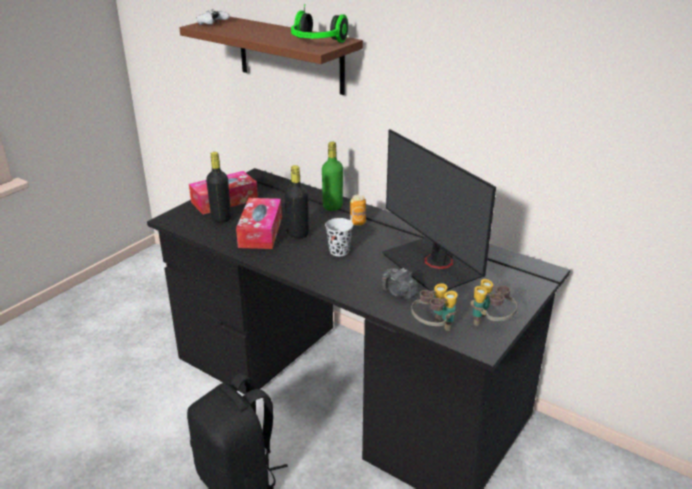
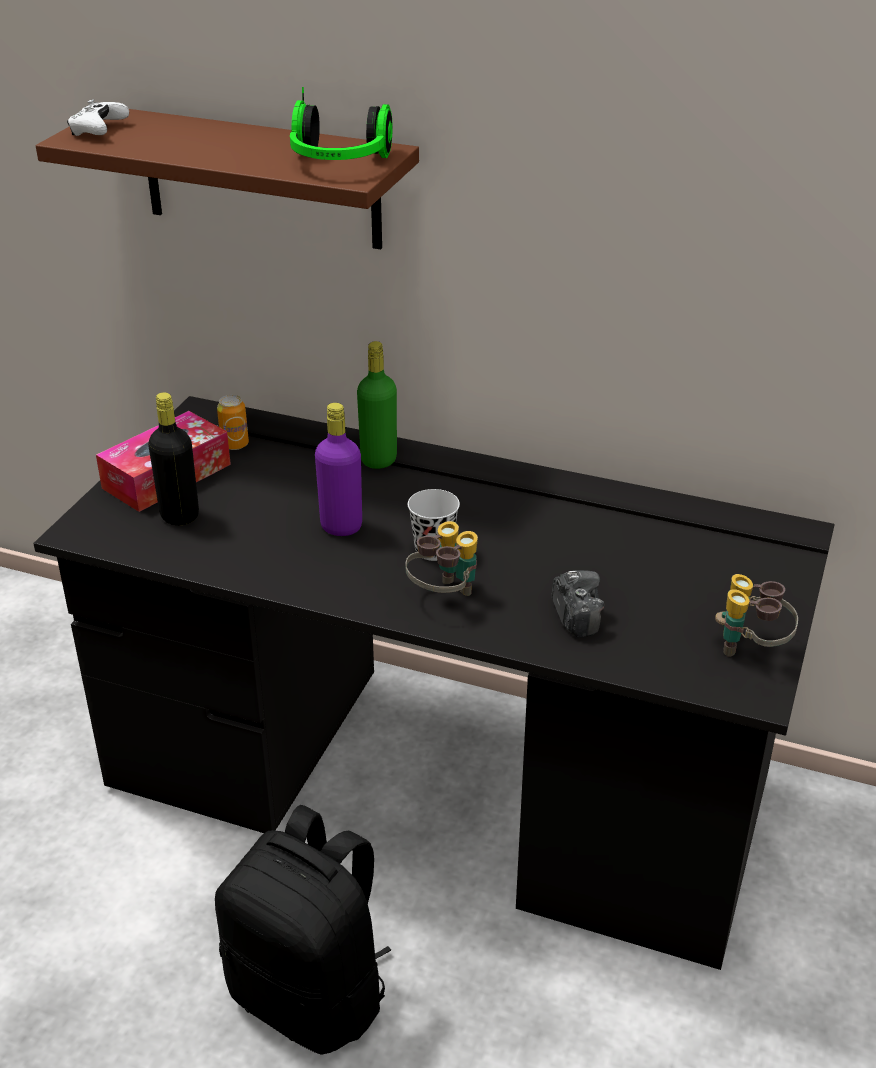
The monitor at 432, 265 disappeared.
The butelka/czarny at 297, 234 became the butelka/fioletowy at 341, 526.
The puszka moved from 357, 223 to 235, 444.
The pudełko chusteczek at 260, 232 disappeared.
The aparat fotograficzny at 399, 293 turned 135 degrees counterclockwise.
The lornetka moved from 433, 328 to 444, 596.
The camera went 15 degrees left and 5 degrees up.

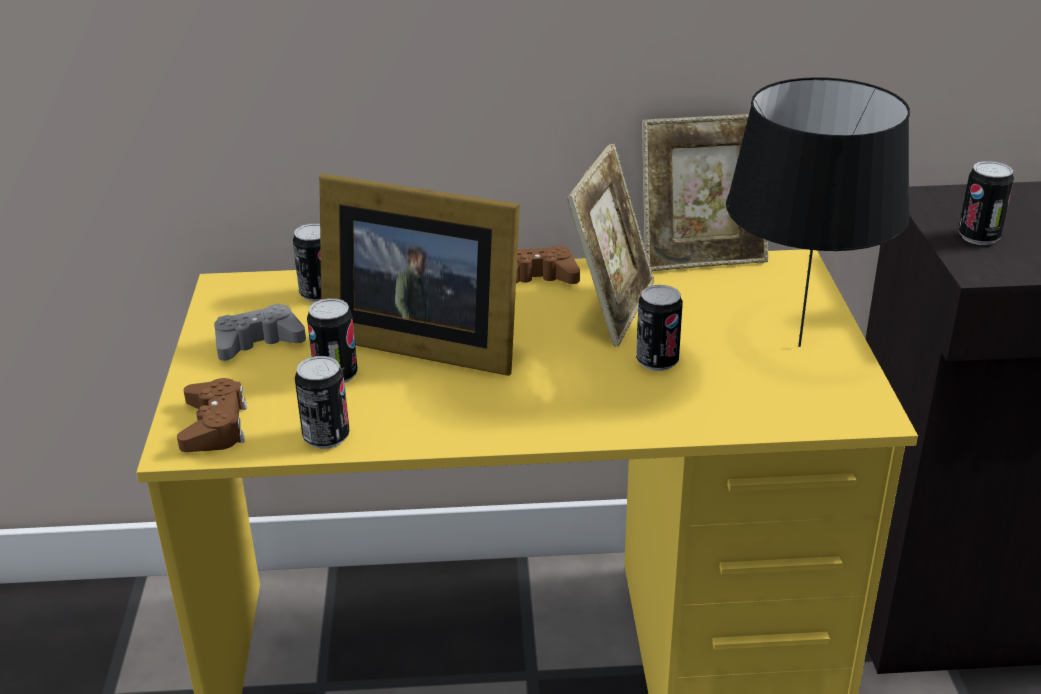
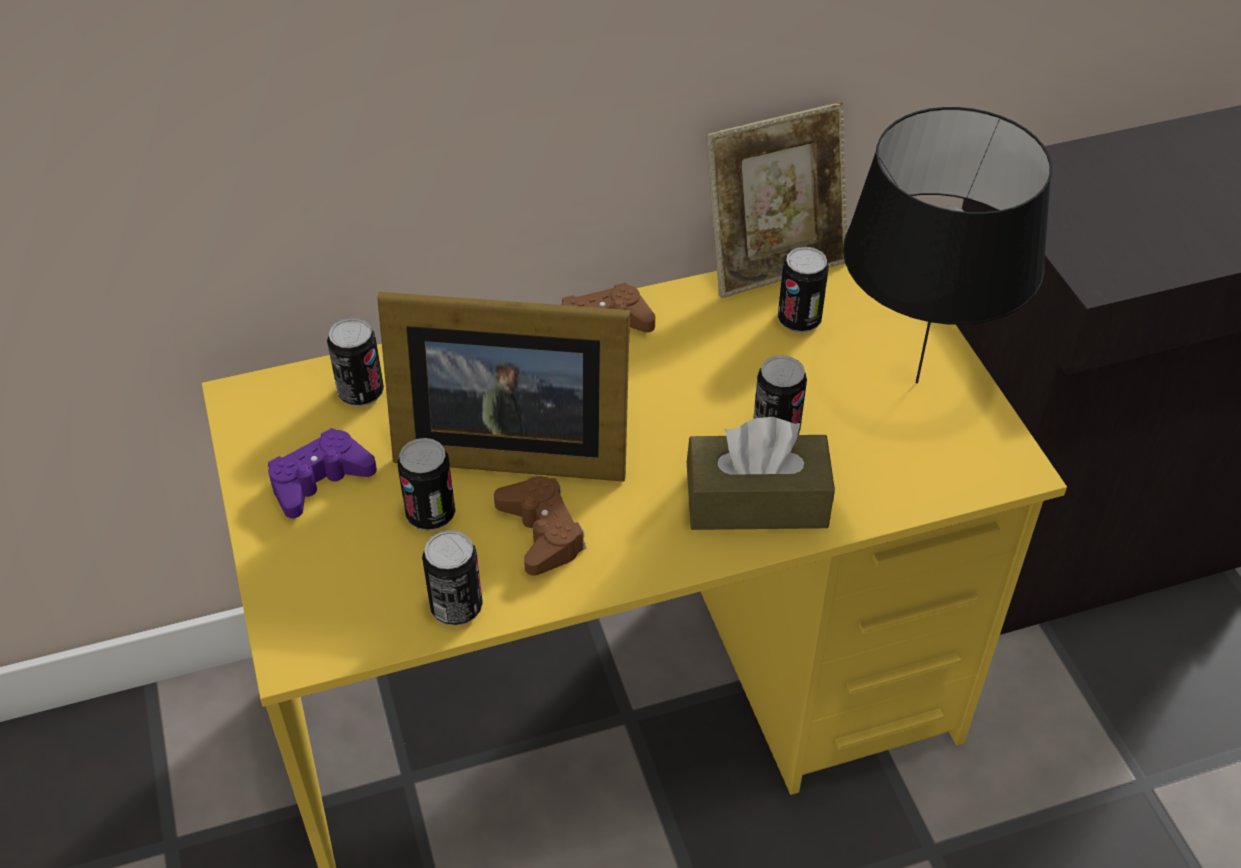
The ramka na zdjęcie at 611, 309 disappeared.
The puszka moved from 979, 237 to 799, 320.
The pad do gier/szary at 258, 342 became the pad do gier/fioletowy at 319, 480.
The pad do gier/brązowy moved from 214, 426 to 541, 532.
The pudełko chusteczek/brązowy at 756, 501 appeared.
The camera went 15 degrees left and 15 degrees up.

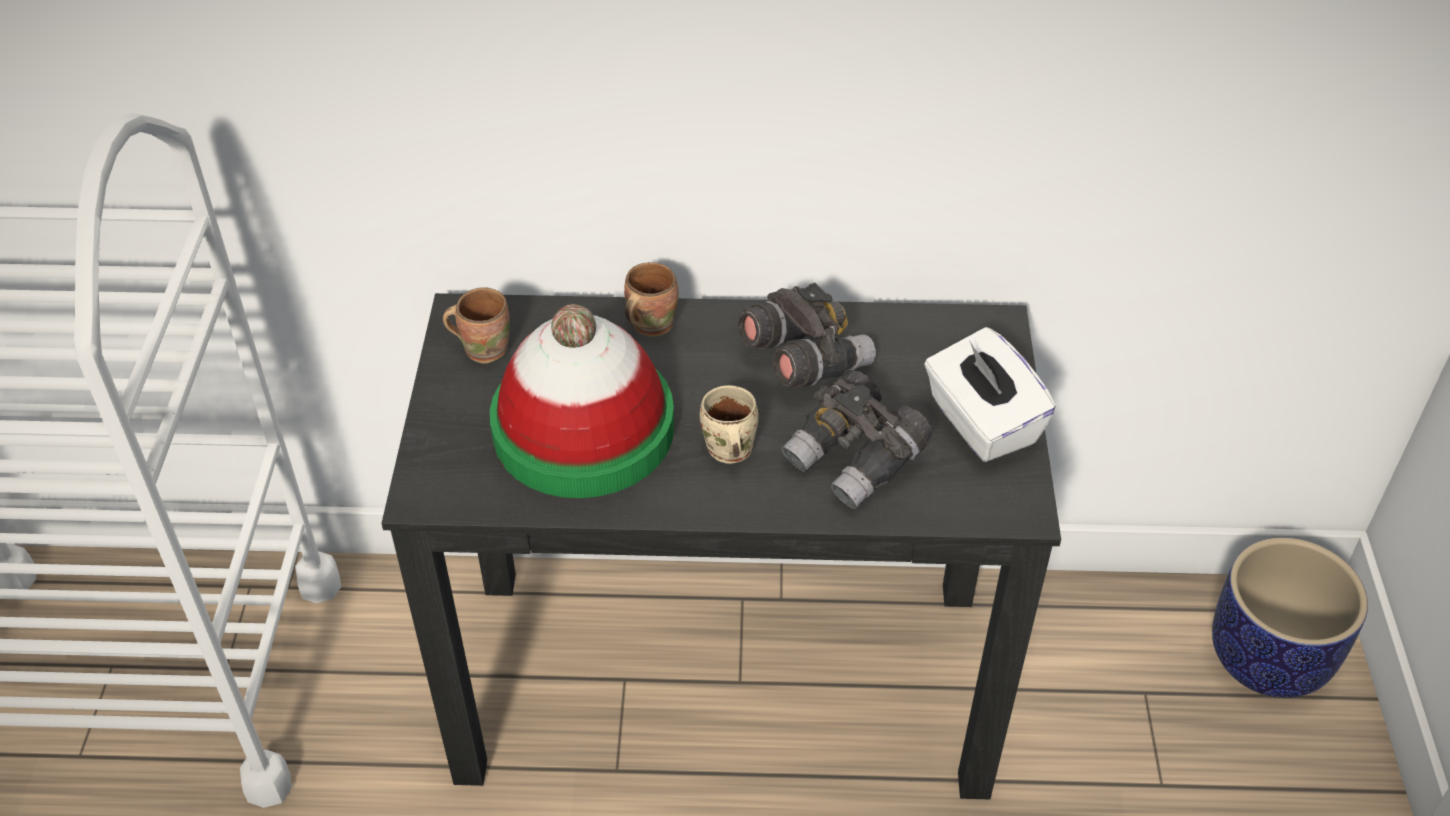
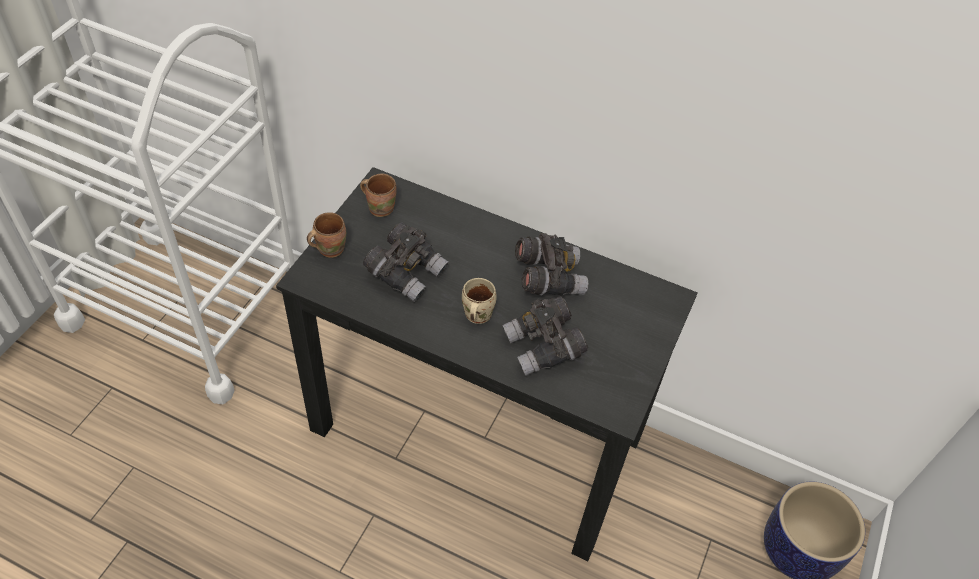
The kubek/brązowy moved from 648, 324 to 329, 248.
The kapelusz at 583, 428 was replaced by the lornetka/szary at 406, 272.
The pudełko chusteczek/biały at 981, 423 disappeared.
The camera went 20 degrees right and 5 degrees up.

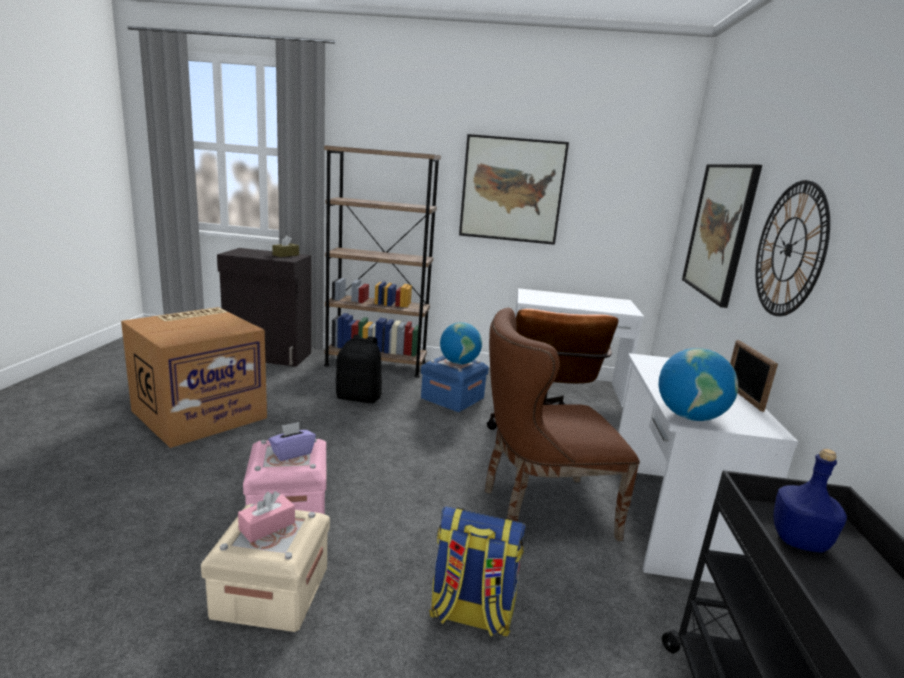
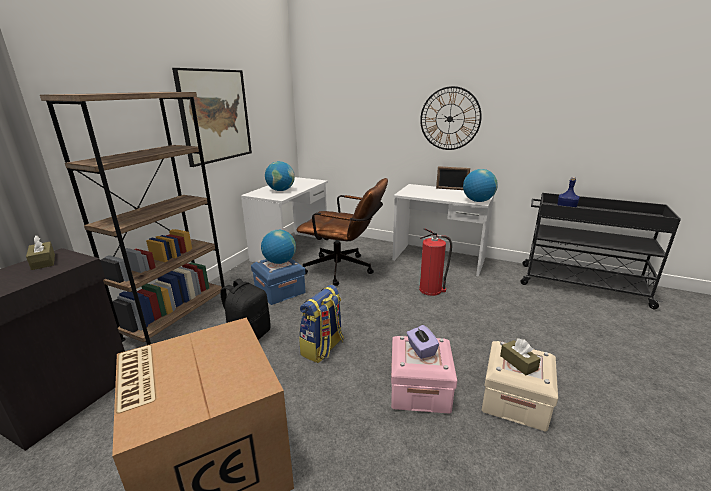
The obraz at 719, 231 disappeared.
The krzesło/brązowy at 538, 511 was replaced by the gaśnica at 431, 290.
The pudełko chusteczek/różowy at 267, 526 became the pudełko chusteczek/brązowy at 518, 362.
The plecak moved from 470, 614 to 323, 348.
The globus at 281, 190 appeared.
The camera went 70 degrees left and 5 degrees up.

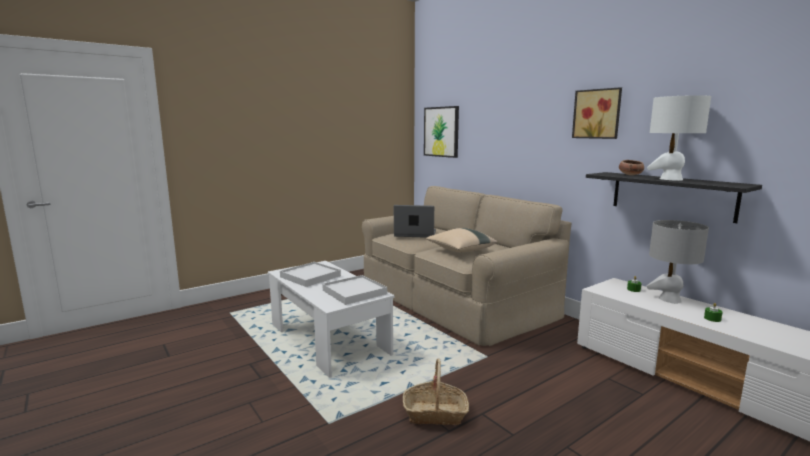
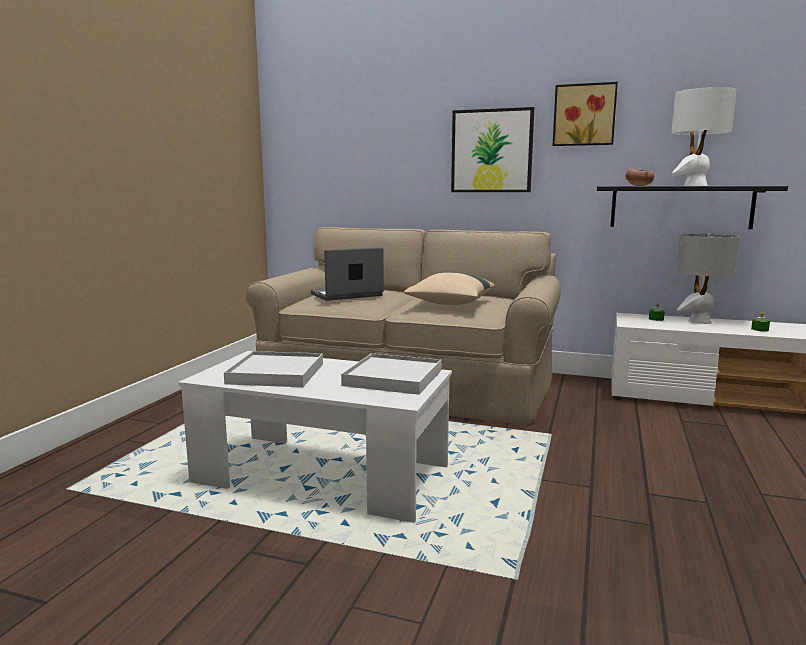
The obraz moved from 441, 132 to 491, 151.
The koszyk at 435, 413 disappeared.
The camera went 35 degrees left and 0 degrees up.

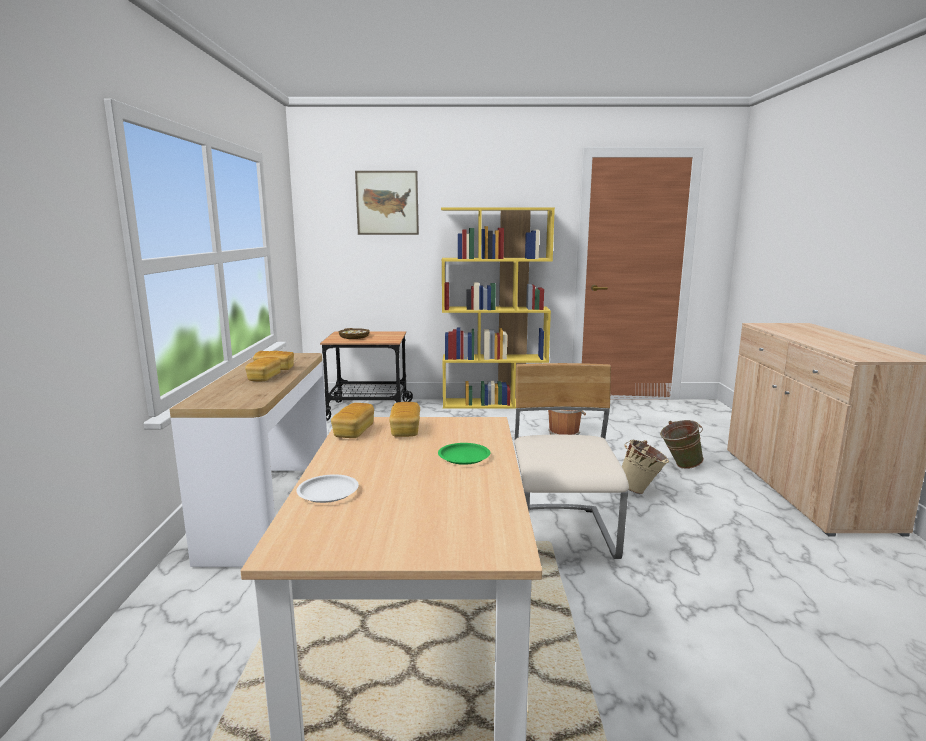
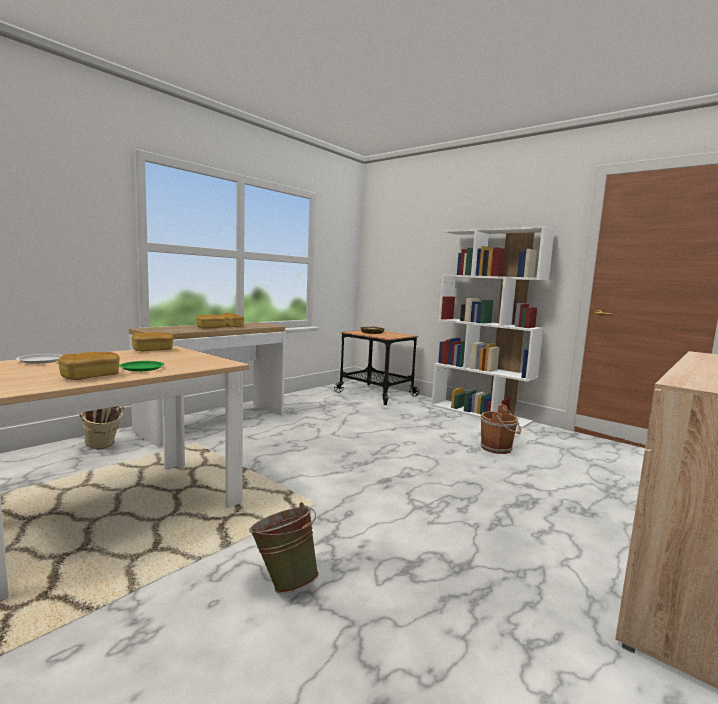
The obraz at 387, 203 disappeared.
The regał/żółty at 494, 404 became the regał/biały at 480, 413.
The krzesło/beżowy at 563, 535 disappeared.
The chleb moved from 405, 430 to 90, 377.
The wiadro/zielony moved from 679, 466 to 284, 581.
The wiadro/beżowy moved from 641, 491 to 102, 448.
The camera went 40 degrees right and 5 degrees down.

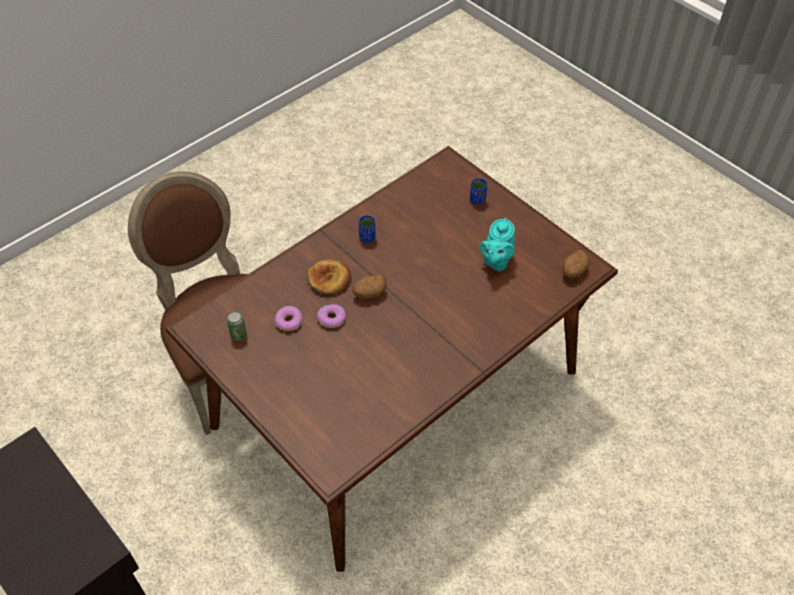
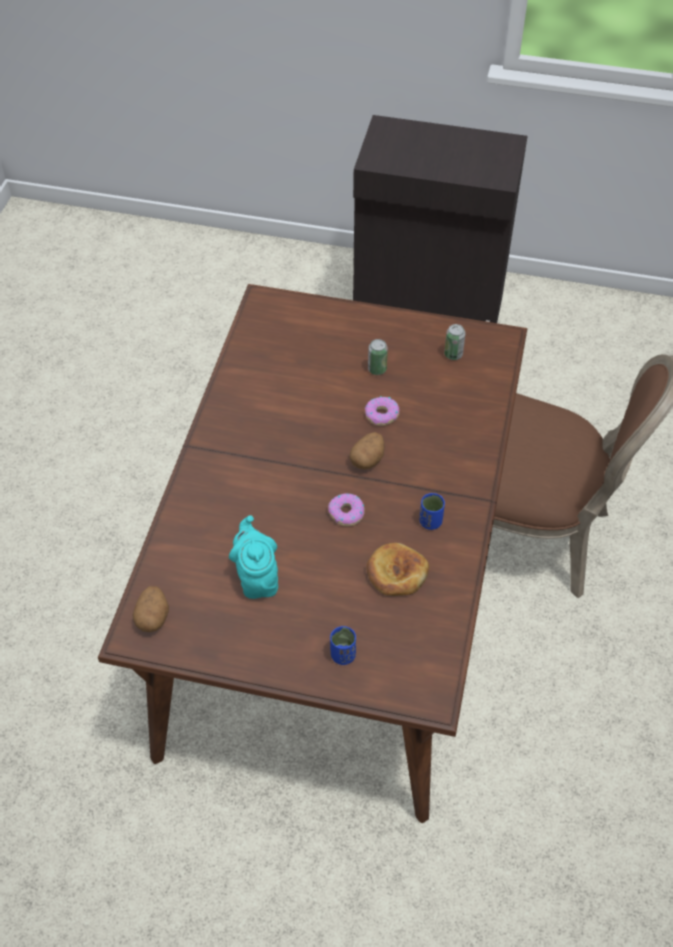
The chleb moved from 329, 279 to 396, 573.
The donut moved from 289, 321 to 346, 513.
The puszka at 377, 369 appeared.
The camera went 145 degrees right and 0 degrees up.

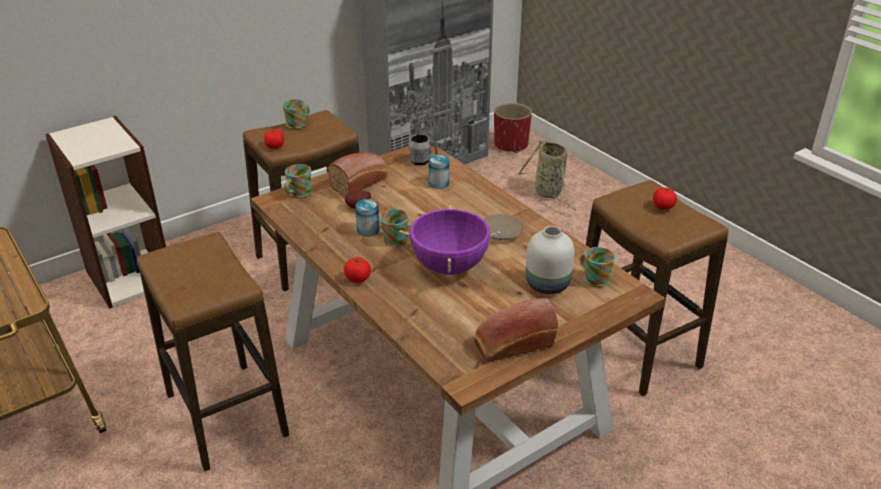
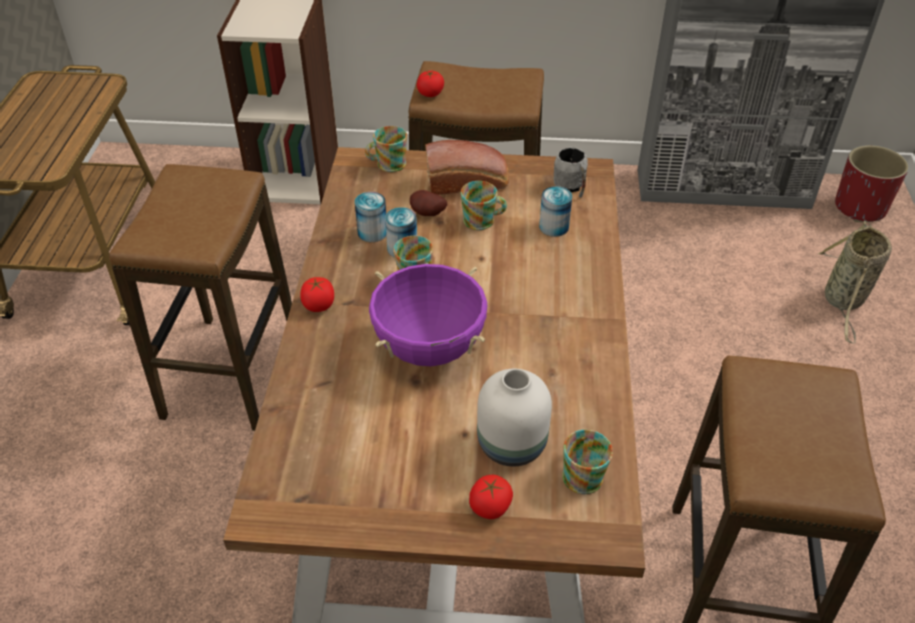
The kubek moved from 298, 124 to 483, 221.
The pomidor moved from 663, 206 to 490, 507.
The talerz/beżowy at 501, 232 disappeared.
The chleb at 512, 344 disappeared.
The puszka at 372, 232 appeared.
The camera went 40 degrees right and 10 degrees up.

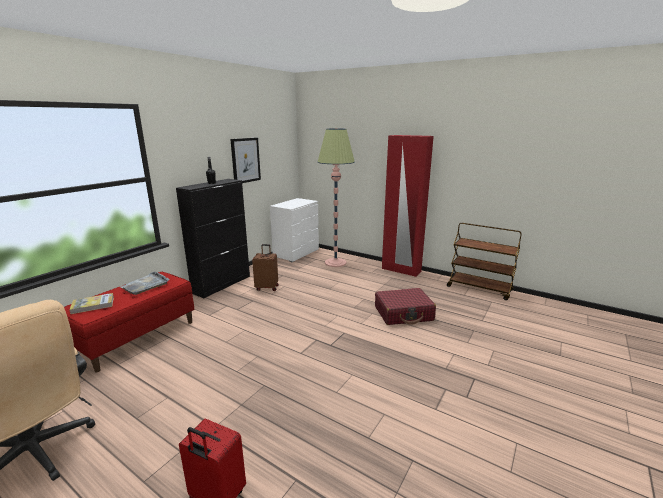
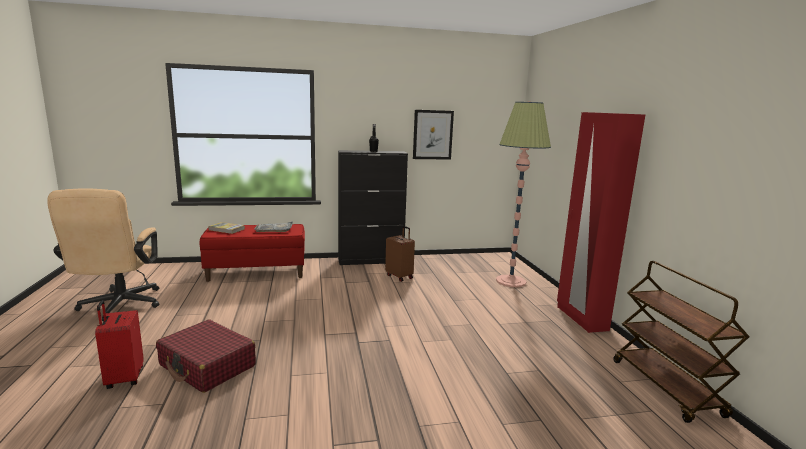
The komoda/biały at 296, 253 disappeared.
The walizka/czerwony moved from 403, 313 to 207, 366.
The camera went 45 degrees right and 5 degrees down.

